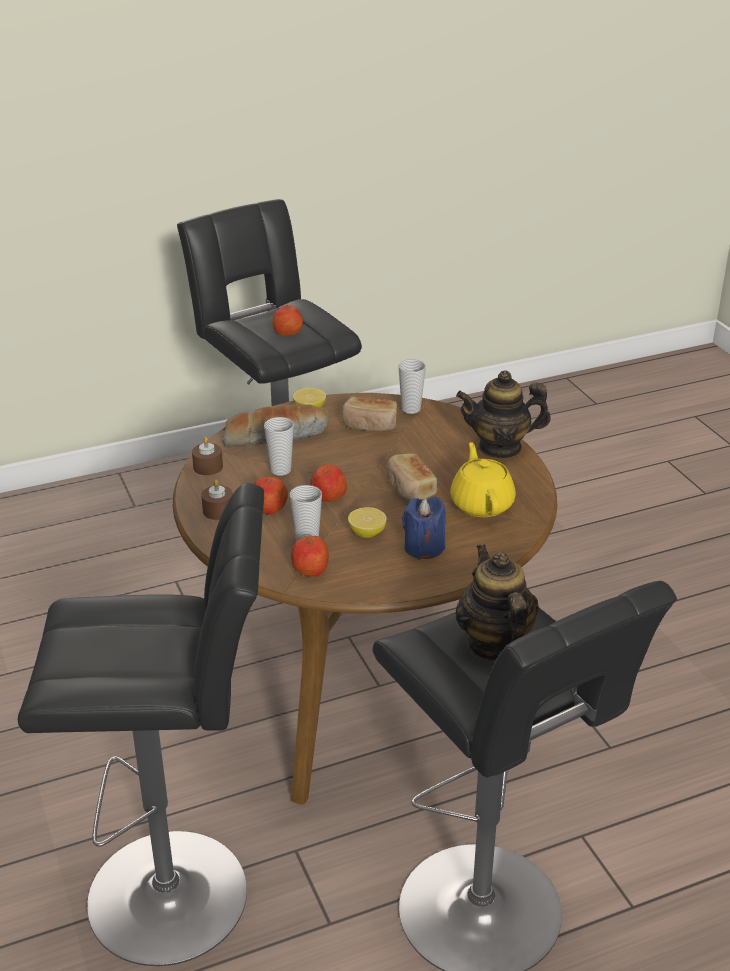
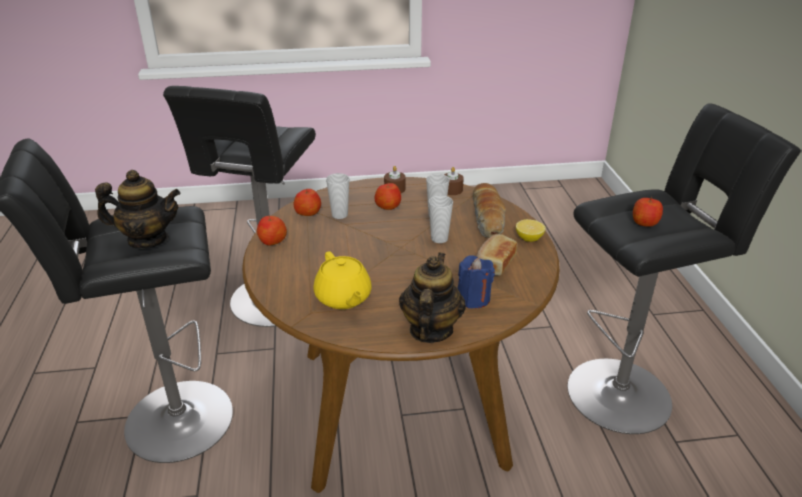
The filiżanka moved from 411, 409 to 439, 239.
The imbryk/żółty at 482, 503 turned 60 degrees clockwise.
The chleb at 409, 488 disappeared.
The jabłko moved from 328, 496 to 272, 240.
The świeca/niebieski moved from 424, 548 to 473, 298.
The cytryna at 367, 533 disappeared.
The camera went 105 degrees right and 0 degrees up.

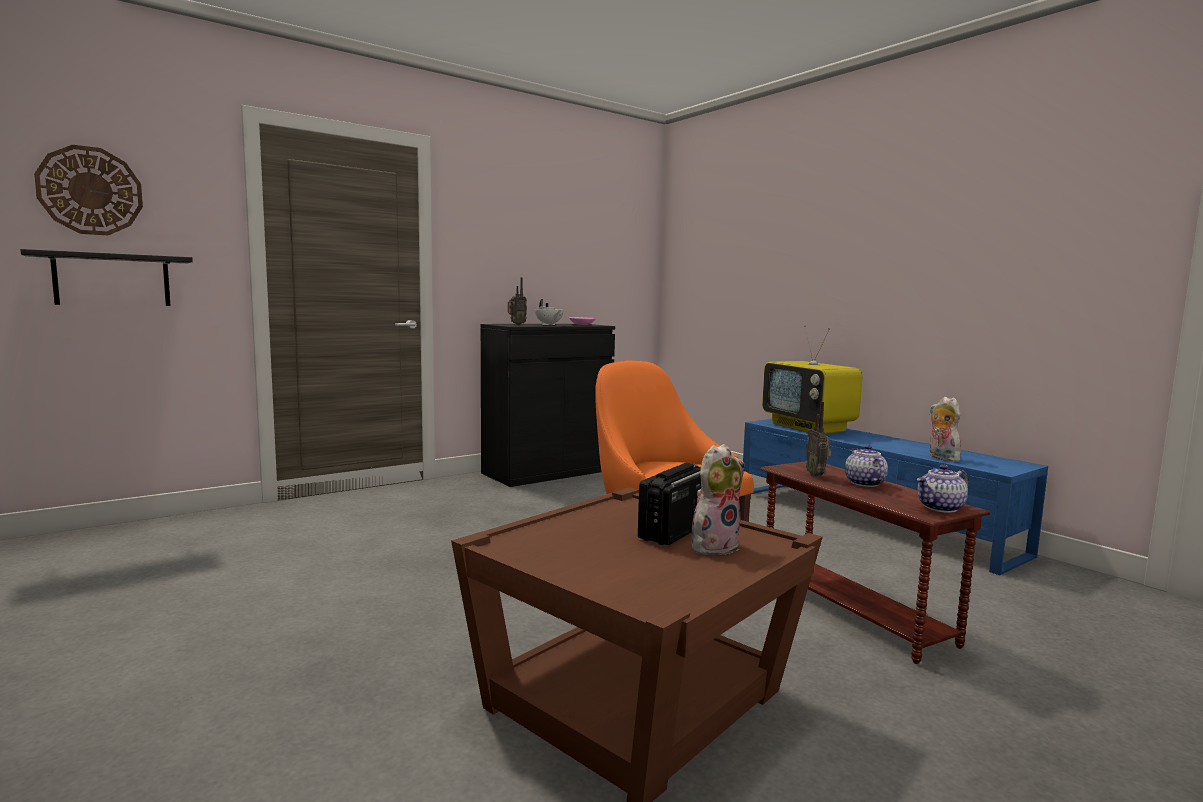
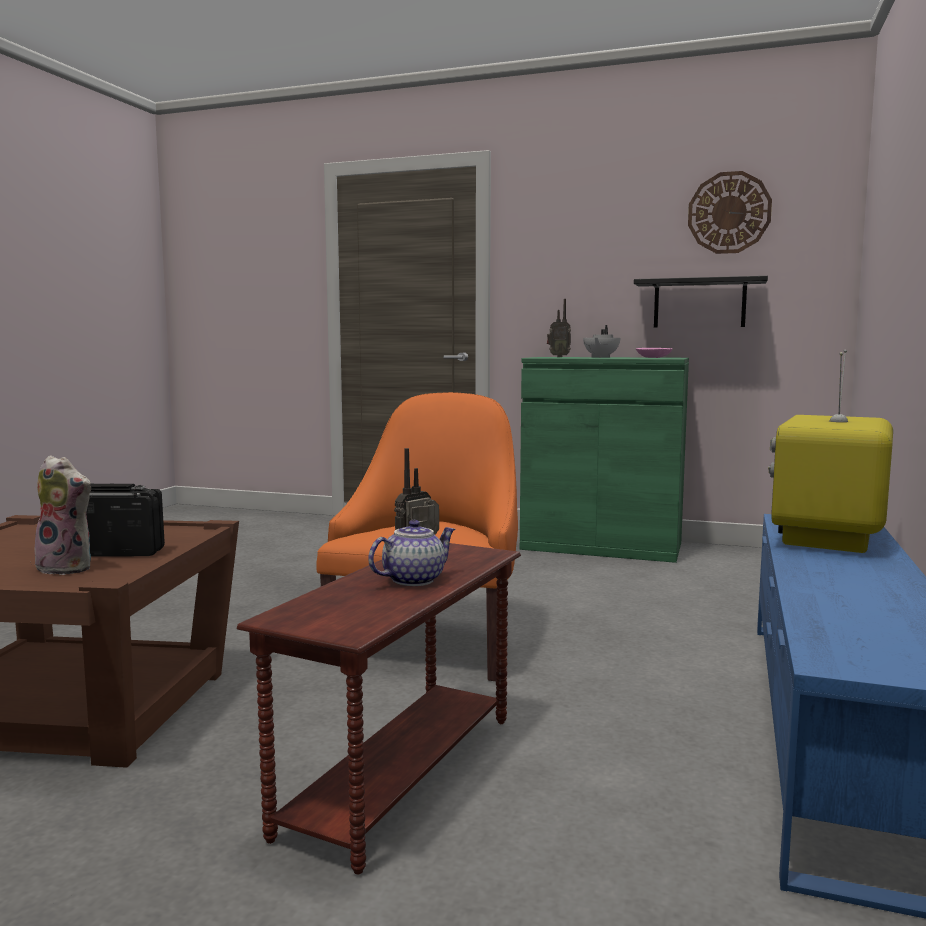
The zegar ścienny moved from 90, 191 to 729, 213.
The półka/czarny moved from 112, 280 to 699, 303.
The szafka/czarny at 547, 472 became the szafka/zielony at 601, 546.
The pluszak at 941, 458 disappeared.
The imbryk at 941, 508 disappeared.
The camera went 55 degrees right and 0 degrees up.

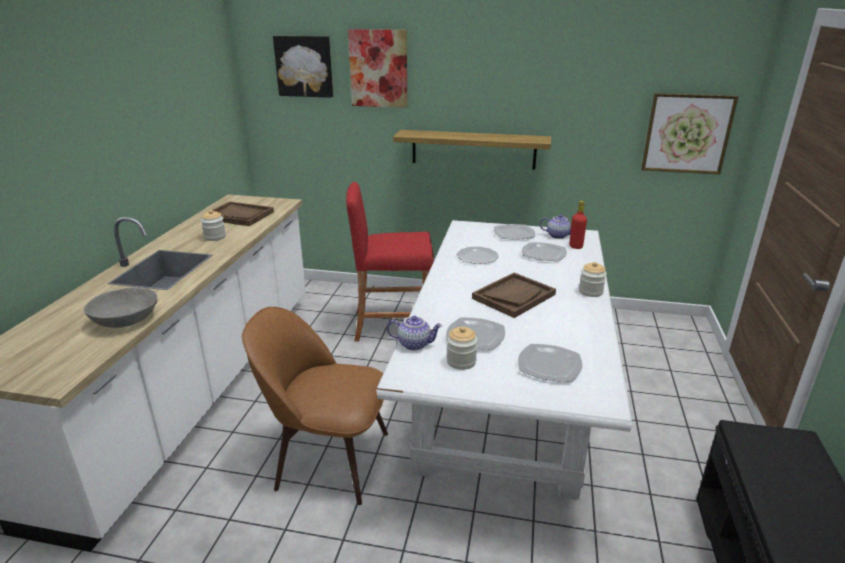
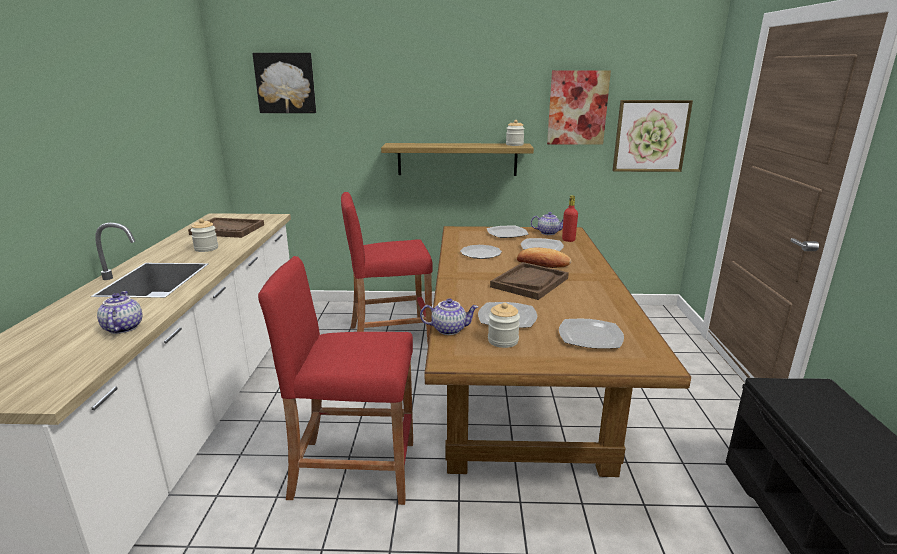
The obraz moved from 378, 68 to 577, 108.
The stół jadalny/biały at 504, 401 became the stół jadalny/brązowy at 519, 394.
The słoik moved from 590, 291 to 514, 145.
The miska/szary at 126, 320 was replaced by the imbryk at 122, 328.
The krzesło/brązowy at 328, 459 was replaced by the stołek/czerwony at 354, 469.
The chleb at 542, 263 appeared.
The camera went 10 degrees left and 5 degrees down.

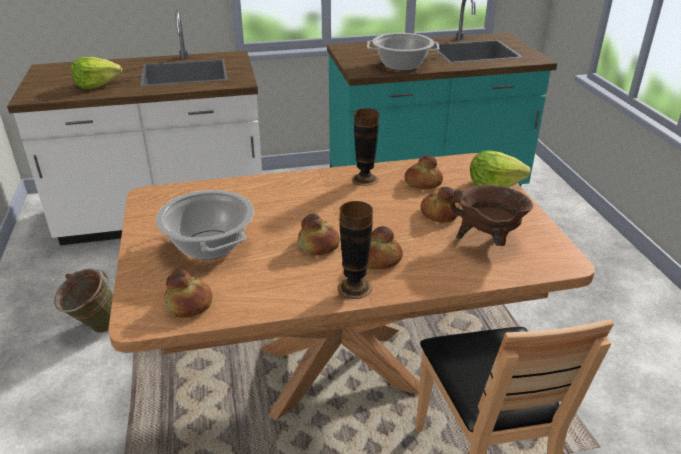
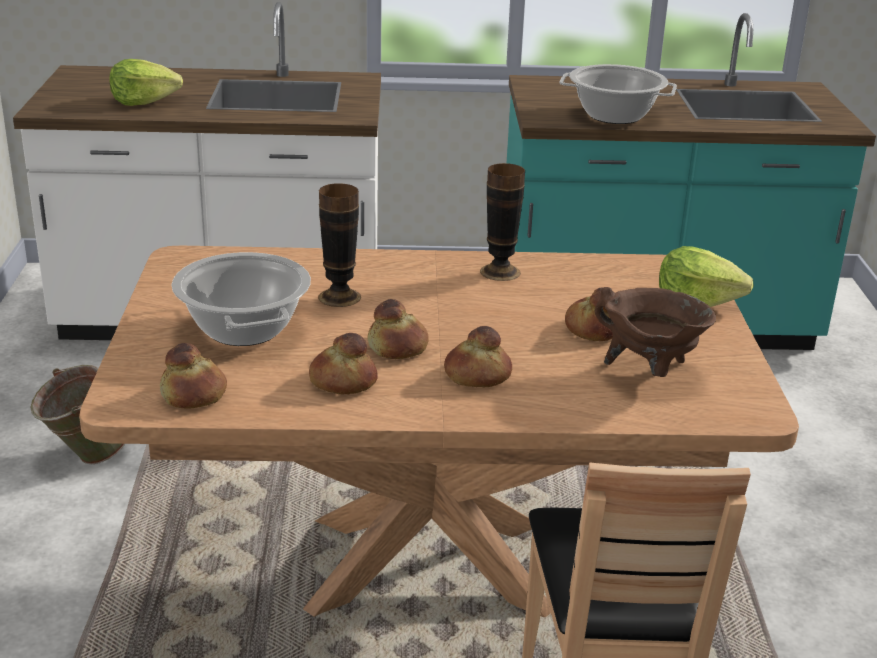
The chleb moved from 422, 182 to 342, 381.
The wazon moved from 354, 287 to 339, 297.
The camera went 10 degrees right and 5 degrees down.

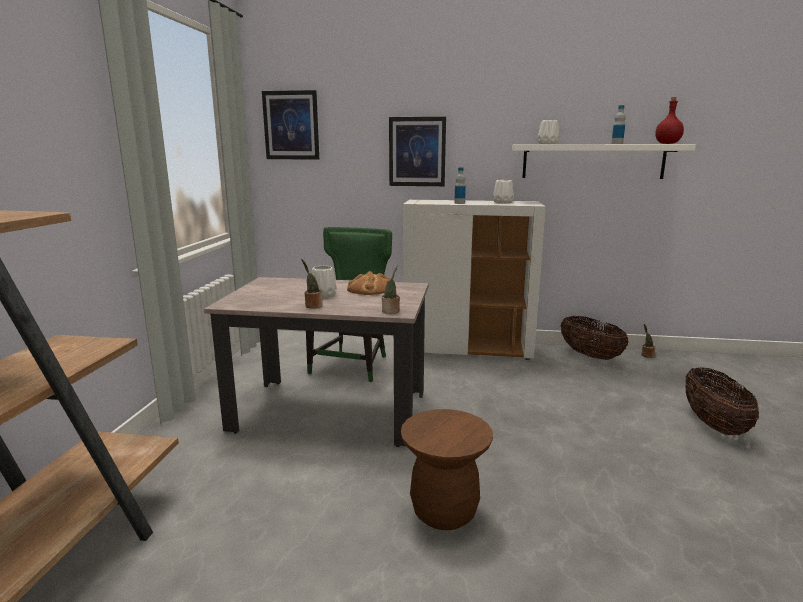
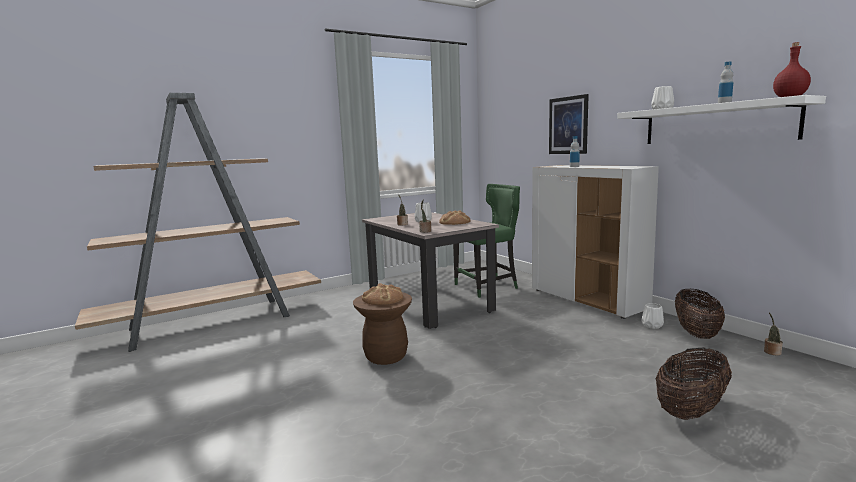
The obraz at 291, 125 disappeared.
The wazon/biały moved from 502, 202 to 651, 325.
The chleb at 382, 298 appeared.
The camera went 50 degrees right and 5 degrees down.

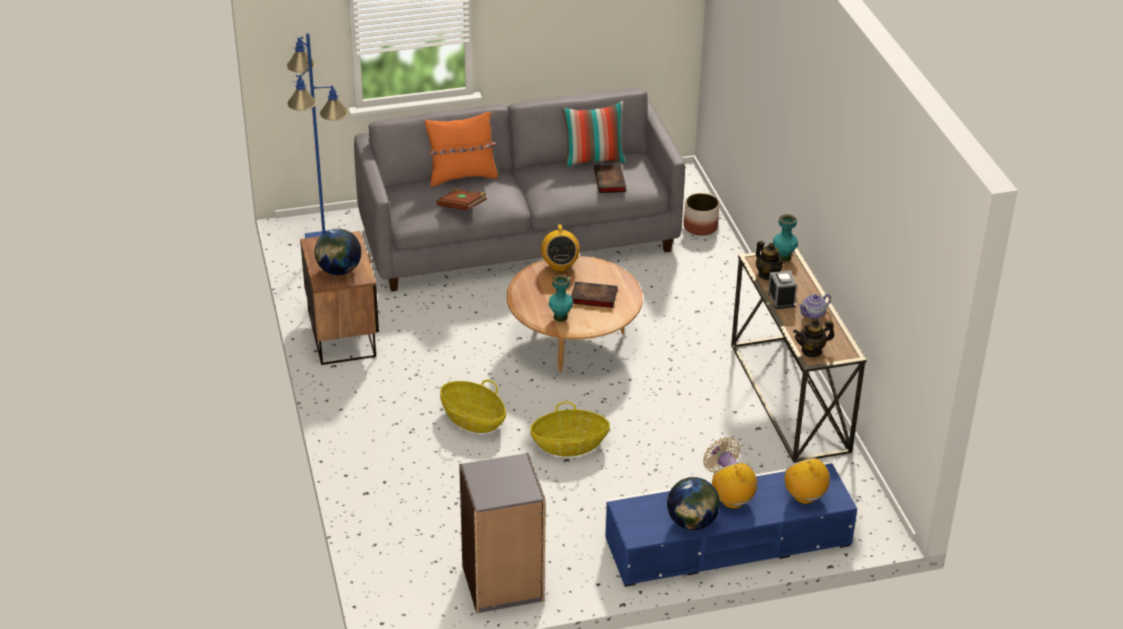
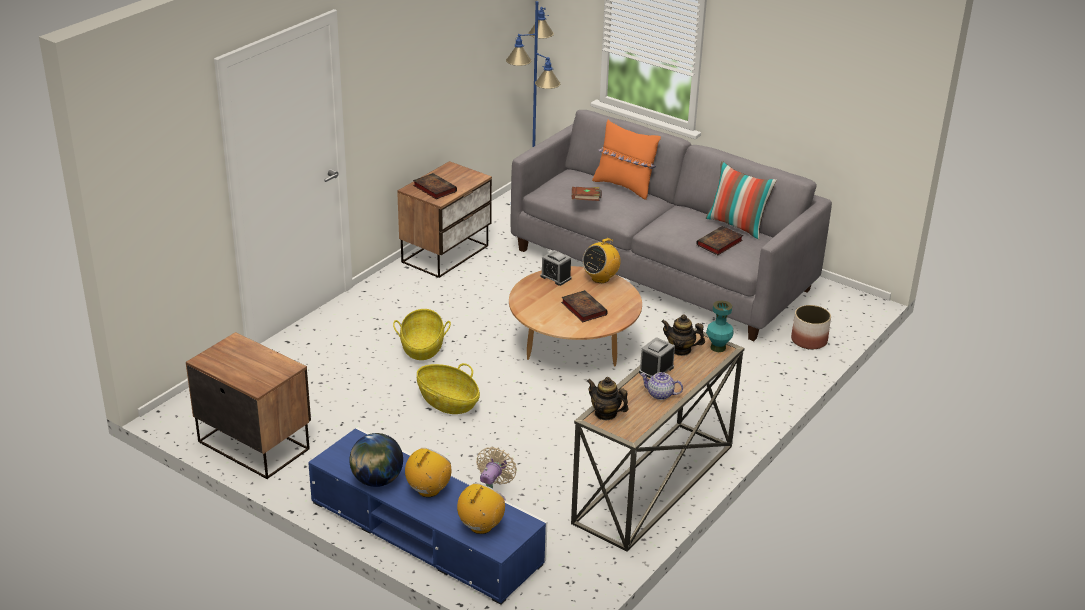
The globus at 339, 270 was replaced by the książka at 433, 188.
The imbryk at 768, 274 turned 90 degrees clockwise.
The wazon/turkusowy at 560, 317 disappeared.
The regał/szary at 503, 584 was replaced by the szafka nocna at 254, 444.
The budzik at 555, 277 appeared.
The camera went 50 degrees right and 5 degrees down.

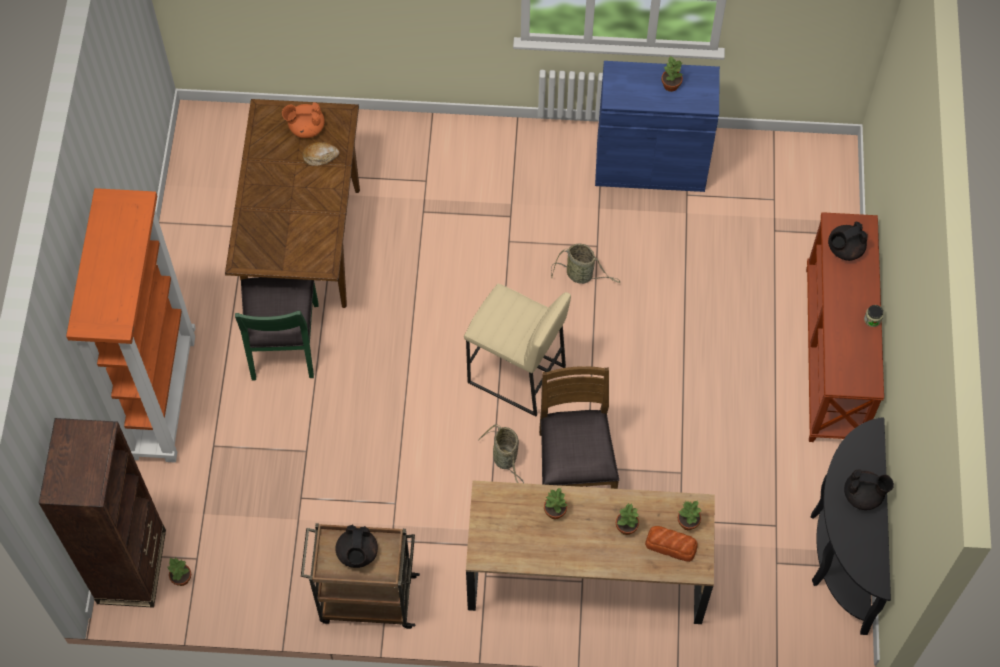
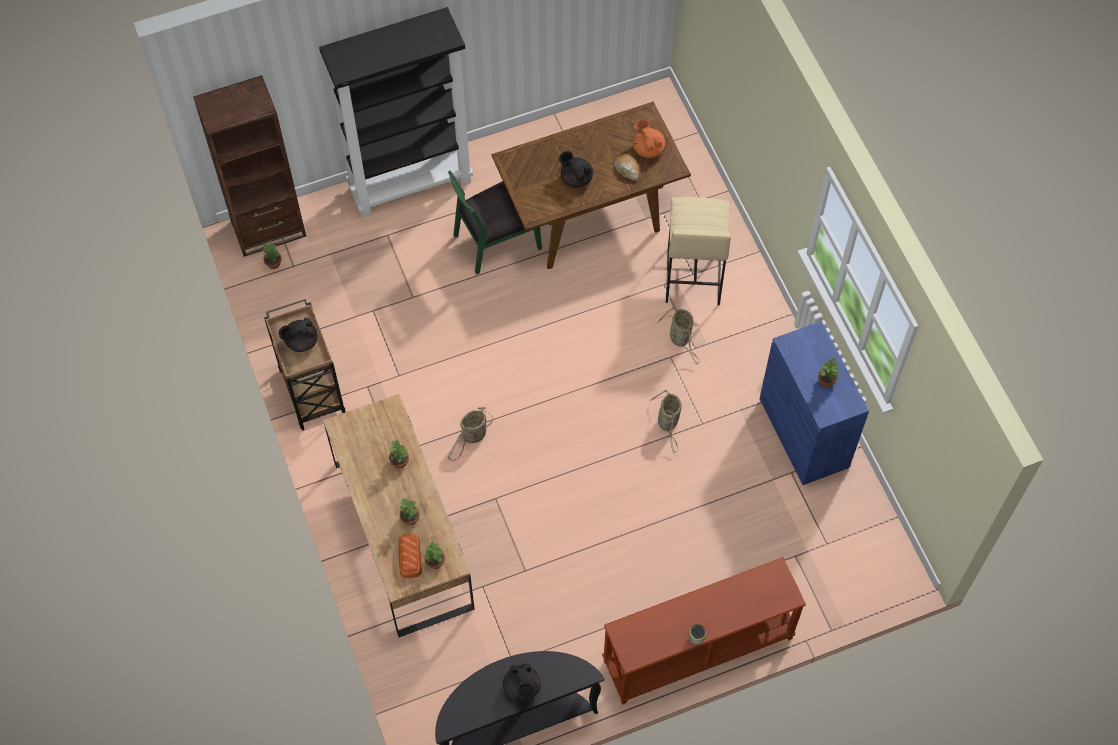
The regał/pomarańczowy at 161, 395 became the regał/czarny at 411, 183.
The imbryk/czarny moved from 844, 249 to 576, 178.
The stołek/beżowy moved from 516, 375 to 692, 275.
The krzesło/brązowy at 574, 468 disappeared.
The koszyk at 680, 339 appeared.
The camera went 65 degrees right and 0 degrees up.

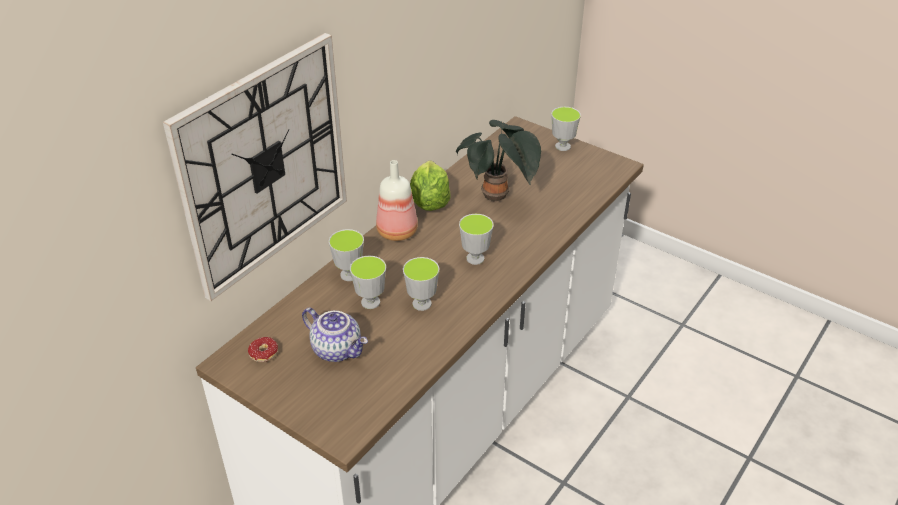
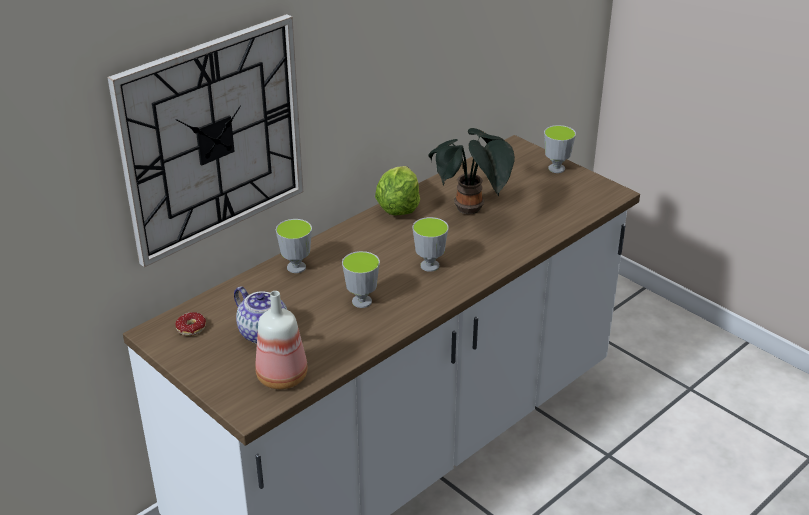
The butelka moved from 396, 231 to 282, 376.
The filiżanka at 370, 302 disappeared.
The camera went 10 degrees right and 5 degrees down.

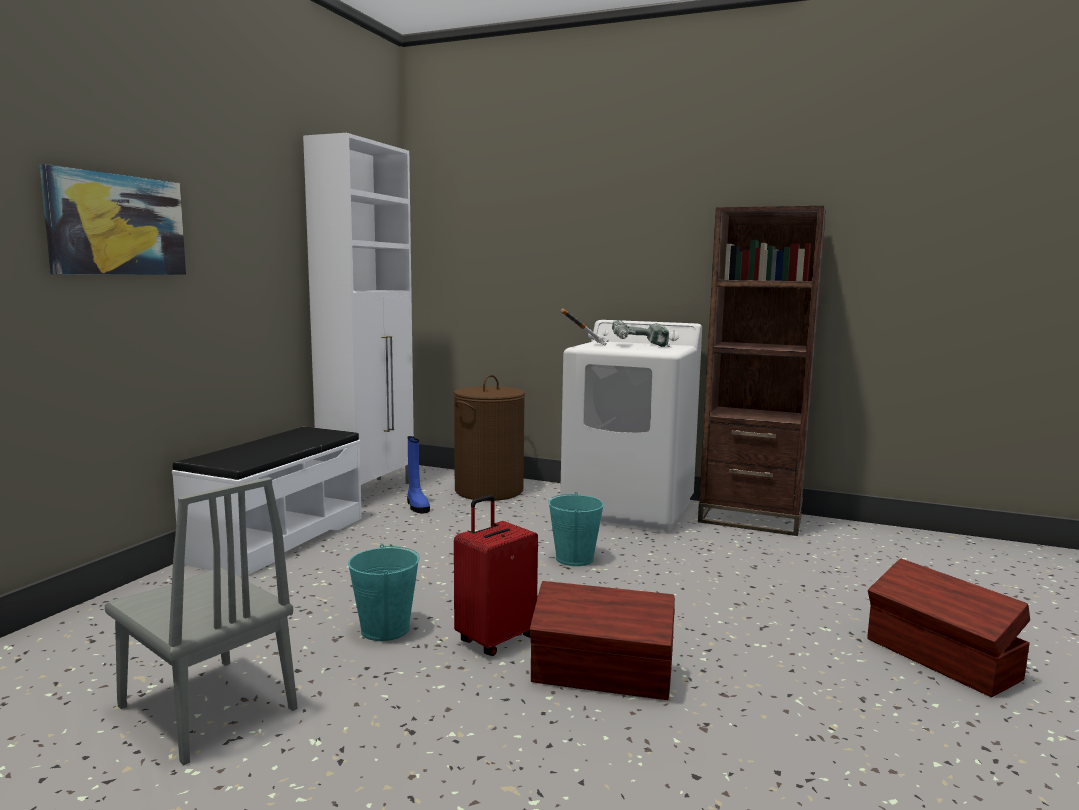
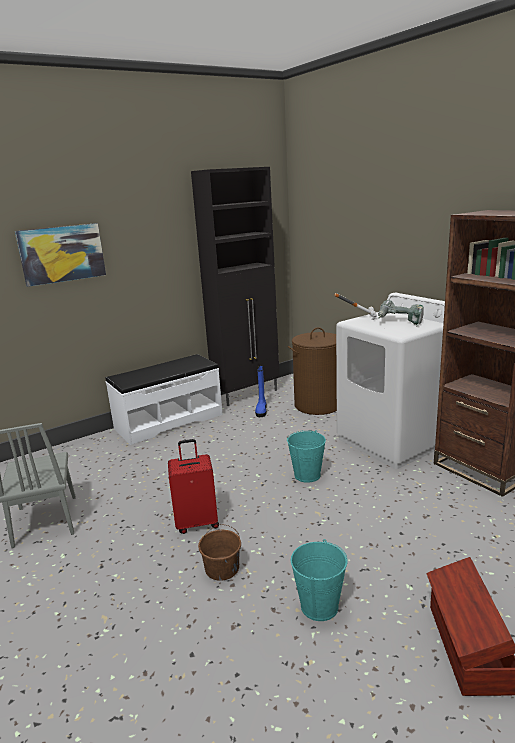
The szafka/biały at 369, 492 became the szafka/czarny at 247, 394.
The wiadro/turkusowy moved from 385, 629 to 319, 606.
The pojemnik do przechowywania/brązowy at 603, 676 was replaced by the wiadro/brązowy at 222, 568.
The camera went 35 degrees right and 10 degrees up.

